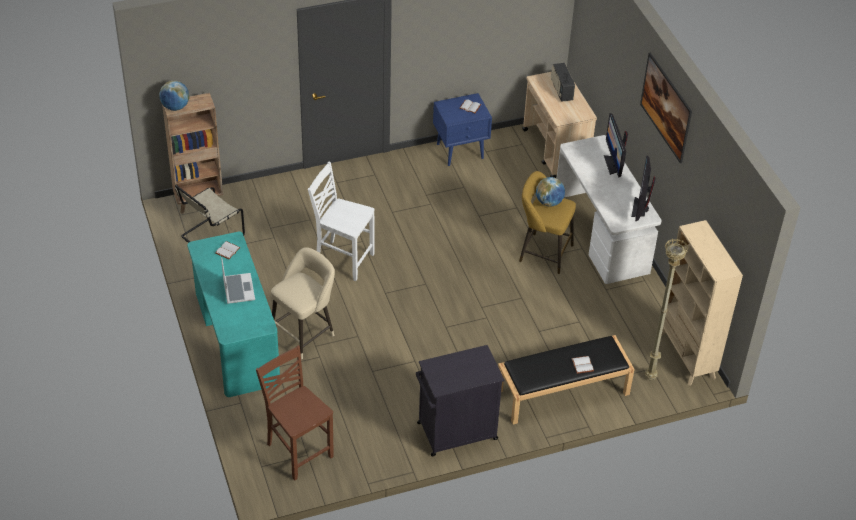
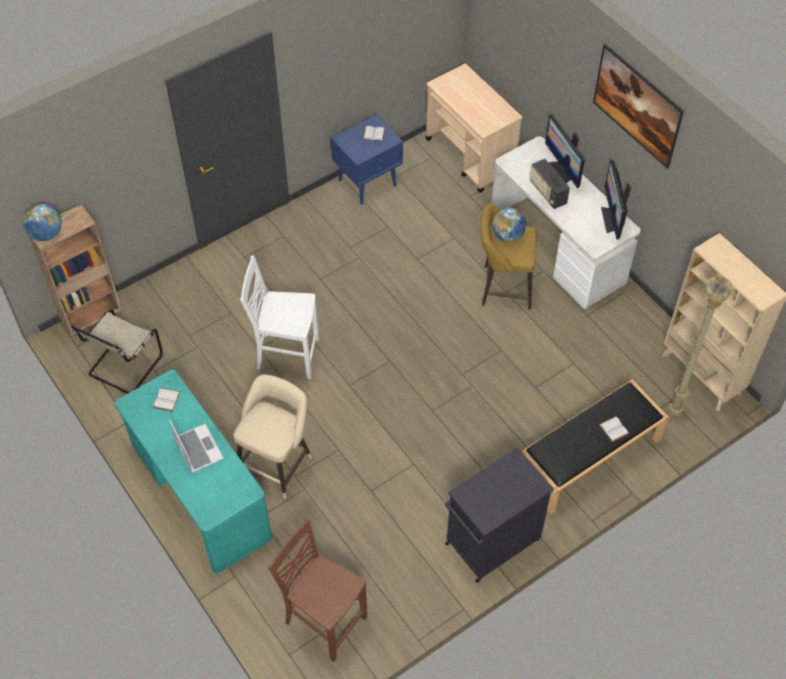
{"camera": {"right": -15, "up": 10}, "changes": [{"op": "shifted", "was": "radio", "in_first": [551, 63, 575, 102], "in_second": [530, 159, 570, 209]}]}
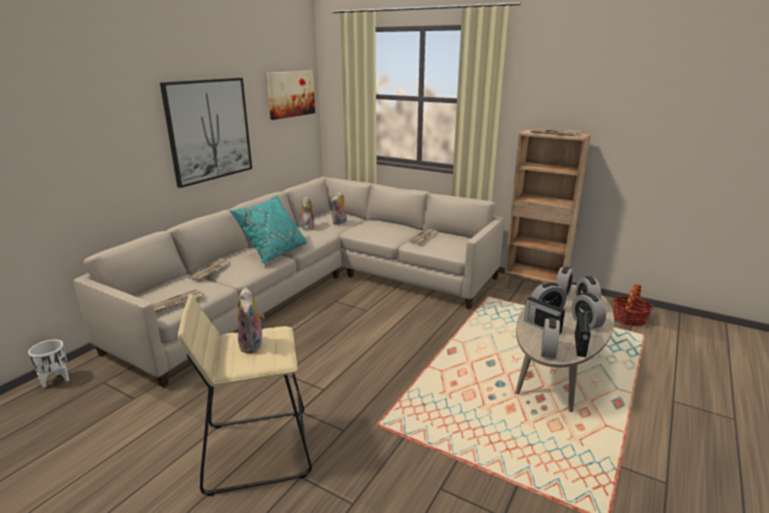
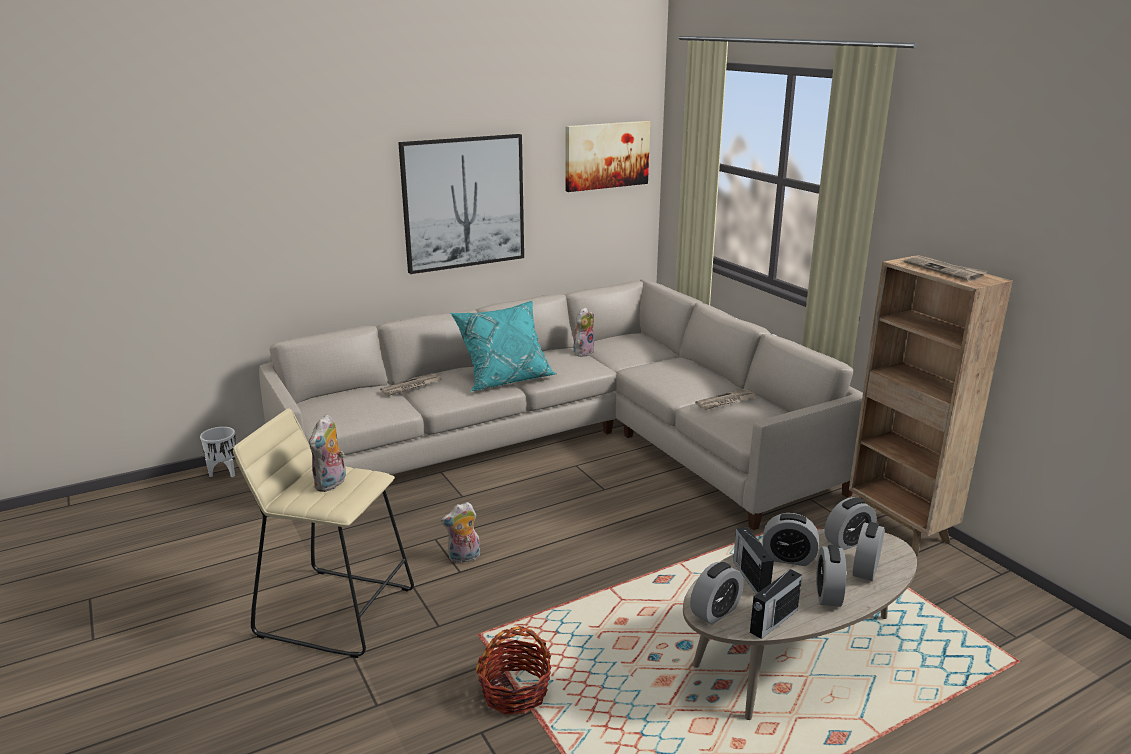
{"camera": {"right": 30, "up": 0}, "changes": [{"op": "shifted", "was": "peluche", "in_first": [331, 191, 347, 225], "in_second": [441, 502, 480, 564]}, {"op": "shifted", "was": "panier", "in_first": [613, 284, 653, 326], "in_second": [475, 626, 552, 715]}, {"op": "gone", "was": "journal", "in_first": [153, 289, 204, 313]}]}
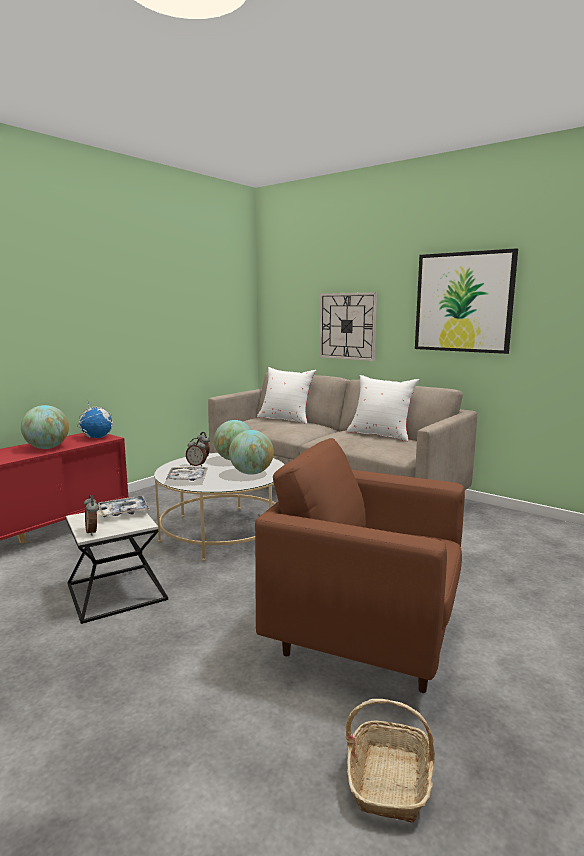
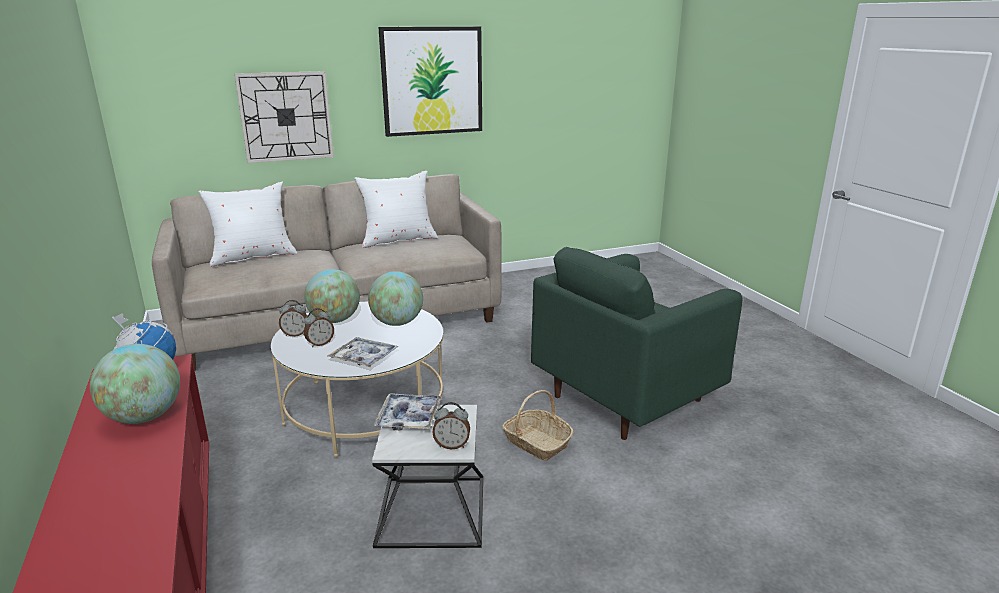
{"camera": {"right": -60, "up": 10}, "changes": [{"op": "repainted", "was": "fauteuil [marron]", "now": "fauteuil [vert]", "in_first": [255, 438, 465, 693], "in_second": [531, 247, 742, 440]}, {"op": "shifted", "was": "panier", "in_first": [346, 699, 435, 823], "in_second": [502, 390, 574, 461]}]}
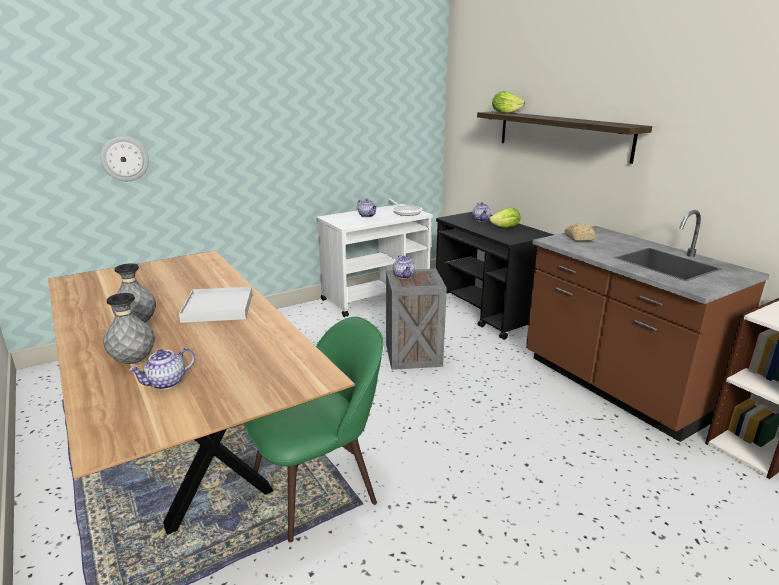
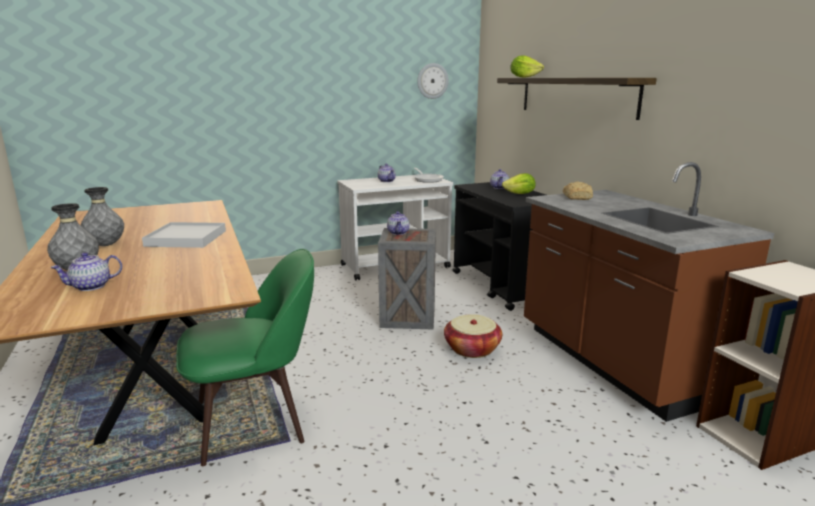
{"camera": {"right": 10, "up": -5}, "changes": [{"op": "shifted", "was": "horloge murale", "in_first": [100, 136, 149, 181], "in_second": [417, 63, 449, 99]}, {"op": "new", "now": "panier", "in_second": [444, 314, 502, 358]}]}
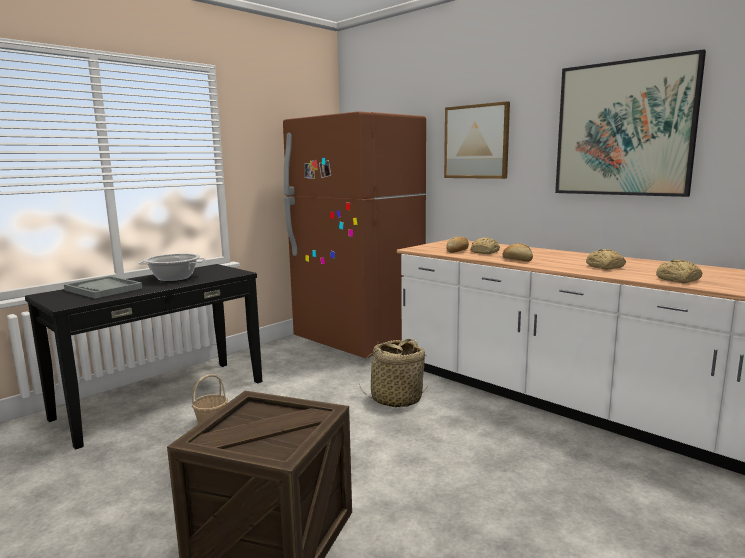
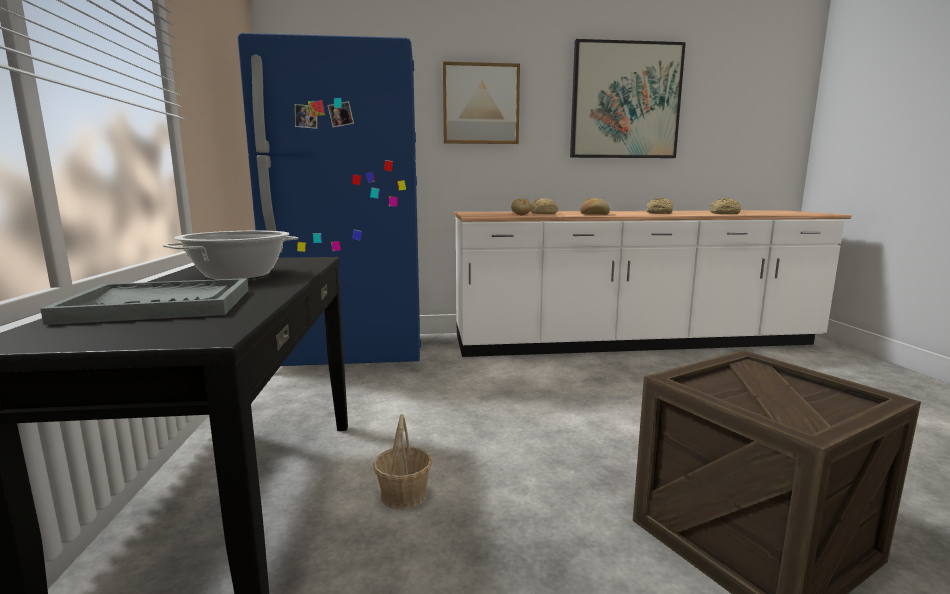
{"camera": {"right": -50, "up": 0}, "changes": [{"op": "repainted", "was": "réfrigérateur [marron]", "now": "réfrigérateur [bleu]", "in_first": [283, 111, 426, 359], "in_second": [238, 33, 421, 366]}, {"op": "gone", "was": "panier", "in_first": [358, 339, 429, 408]}]}
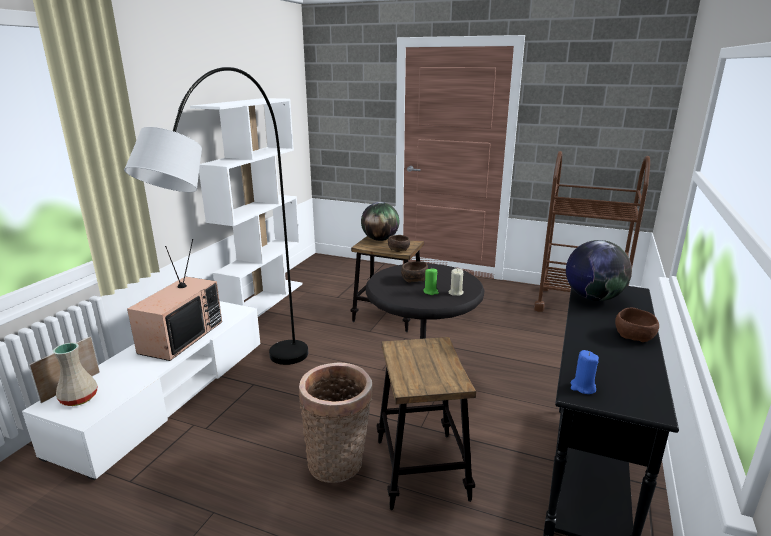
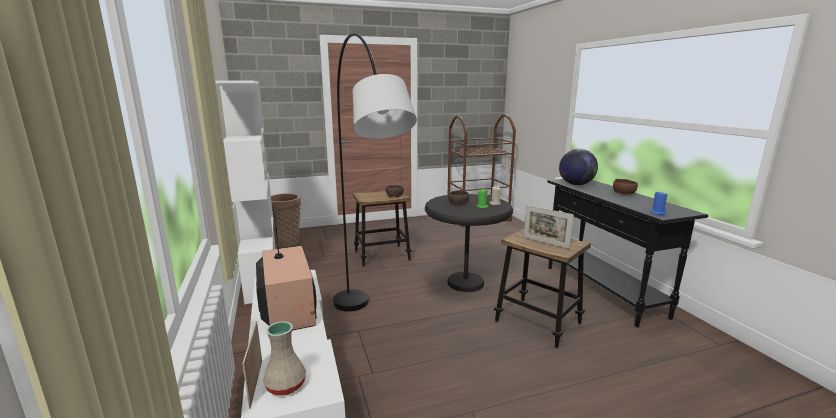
{"camera": {"right": -40, "up": -5}, "changes": [{"op": "gone", "was": "globe", "in_first": [361, 202, 399, 241]}, {"op": "shifted", "was": "panier", "in_first": [299, 362, 373, 483], "in_second": [271, 193, 301, 247]}, {"op": "new", "now": "cadre photo", "in_second": [523, 205, 574, 249]}]}
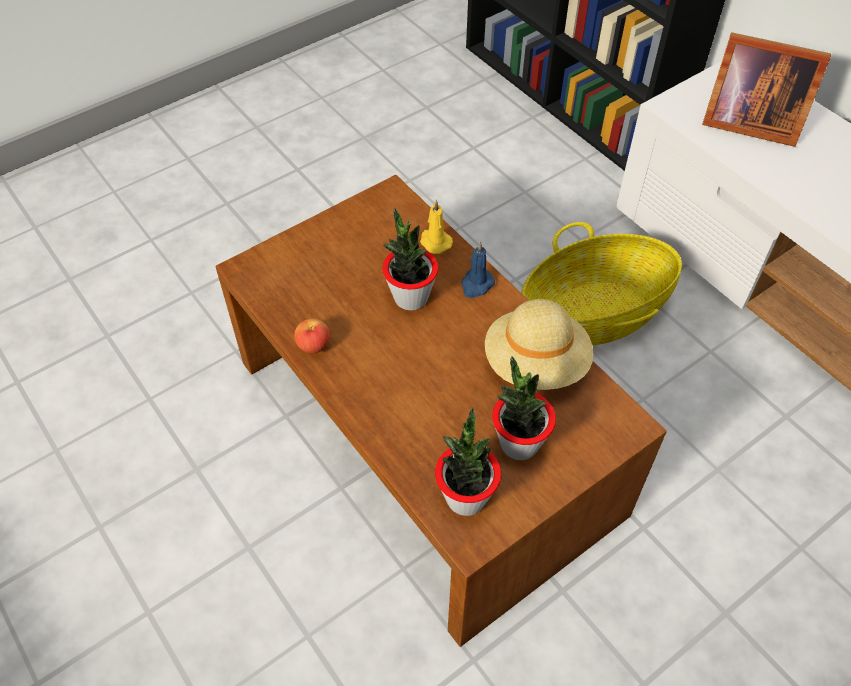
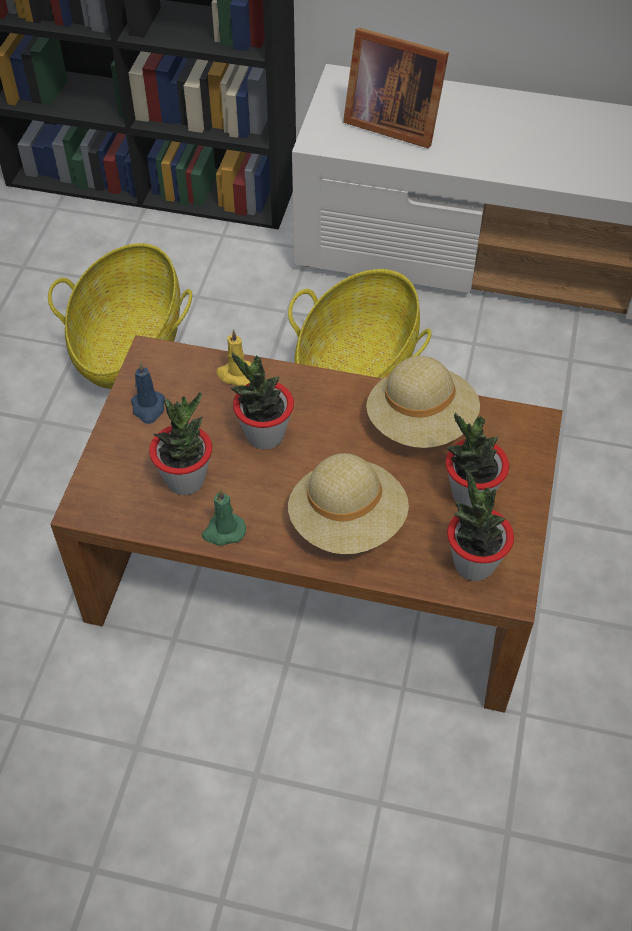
{"camera": {"right": -40, "up": 0}, "changes": [{"op": "rotated", "was": "cadre photo", "in_first": [702, 32, 831, 147], "in_second": [343, 27, 449, 148], "clockwise": 45}, {"op": "shifted", "was": "bougie [bleu]", "in_first": [461, 242, 495, 298], "in_second": [131, 362, 165, 424]}, {"op": "swapped", "was": "pomme", "now": "bougie [vert]", "in_first": [294, 319, 330, 353], "in_second": [202, 489, 246, 545]}, {"op": "new", "now": "panier", "in_second": [48, 243, 192, 389]}, {"op": "new", "now": "plante en pot", "in_second": [149, 392, 212, 495]}, {"op": "new", "now": "chapeau [beige]", "in_second": [288, 453, 409, 554]}]}
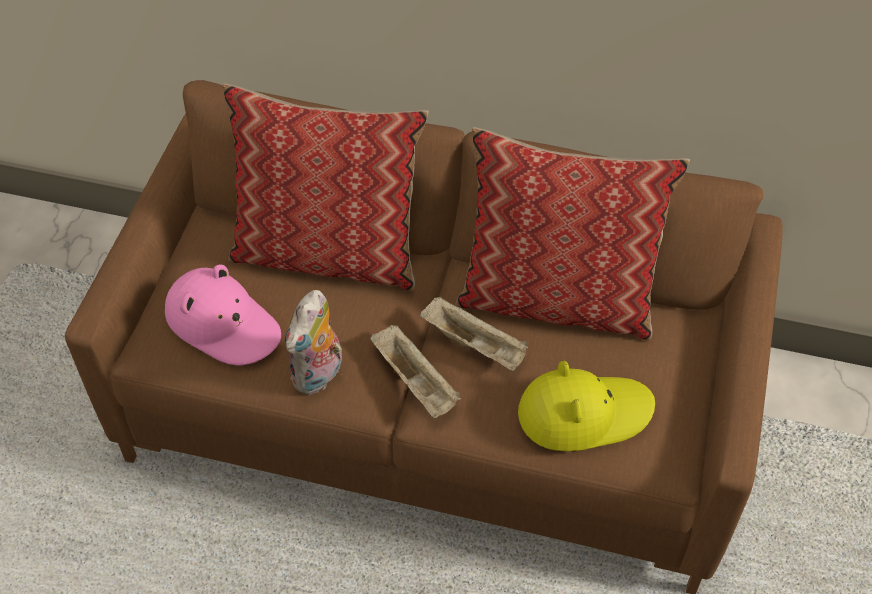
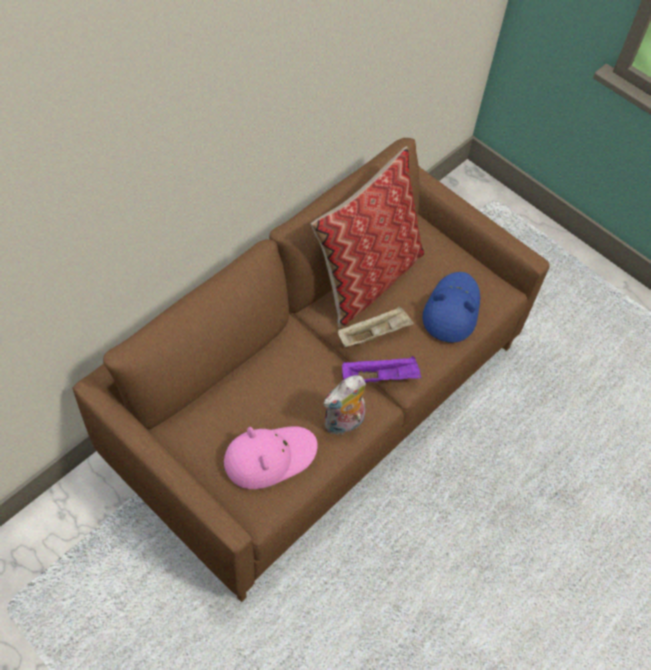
{"camera": {"right": -65, "up": 5}, "changes": [{"op": "gone", "was": "coussin", "in_first": [222, 83, 429, 291]}, {"op": "rotated", "was": "peluche", "in_first": [285, 290, 342, 395], "in_second": [323, 375, 367, 435], "clockwise": 90}, {"op": "repainted", "was": "plateau [beige]", "now": "plateau [violet]", "in_first": [370, 325, 461, 418], "in_second": [342, 356, 421, 383]}, {"op": "repainted", "was": "chapeau [jaune]", "now": "chapeau [bleu]", "in_first": [518, 361, 655, 451], "in_second": [423, 272, 480, 343]}]}
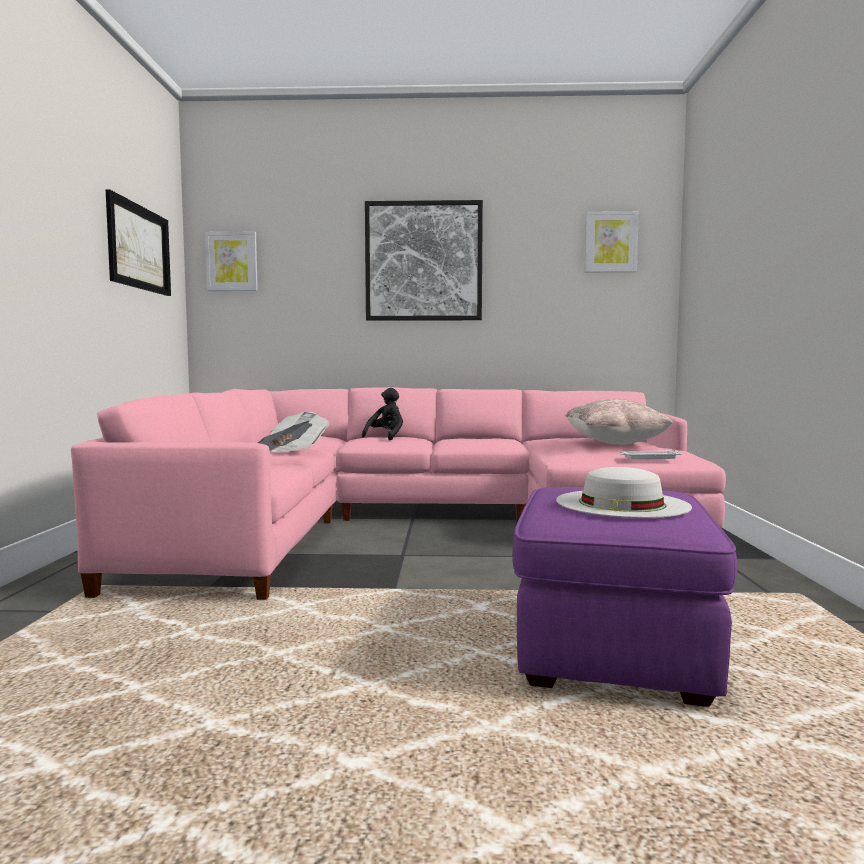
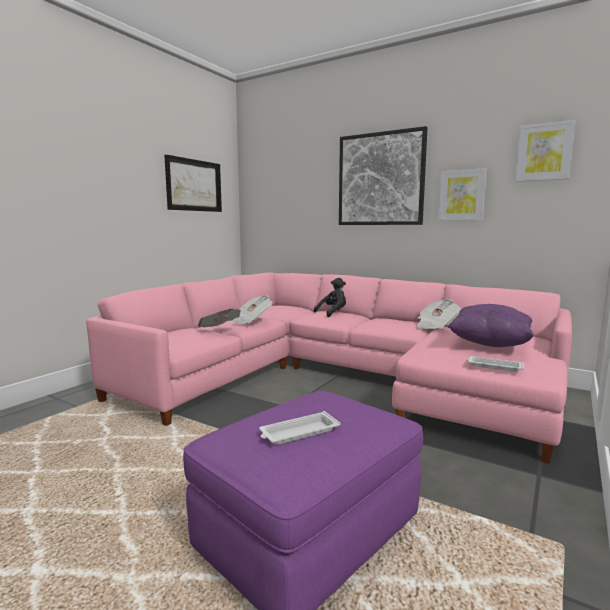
{"camera": {"right": 30, "up": 5}, "changes": [{"op": "shifted", "was": "tableau", "in_first": [205, 232, 258, 291], "in_second": [438, 168, 487, 221]}, {"op": "repainted", "was": "coussin [beige]", "now": "coussin [violet]", "in_first": [565, 399, 673, 445], "in_second": [447, 304, 534, 347]}, {"op": "swapped", "was": "chapeau [blanc]", "now": "plateau [blanc]", "in_first": [556, 467, 692, 518], "in_second": [259, 411, 340, 445]}, {"op": "new", "now": "journal", "in_second": [417, 299, 461, 329]}]}
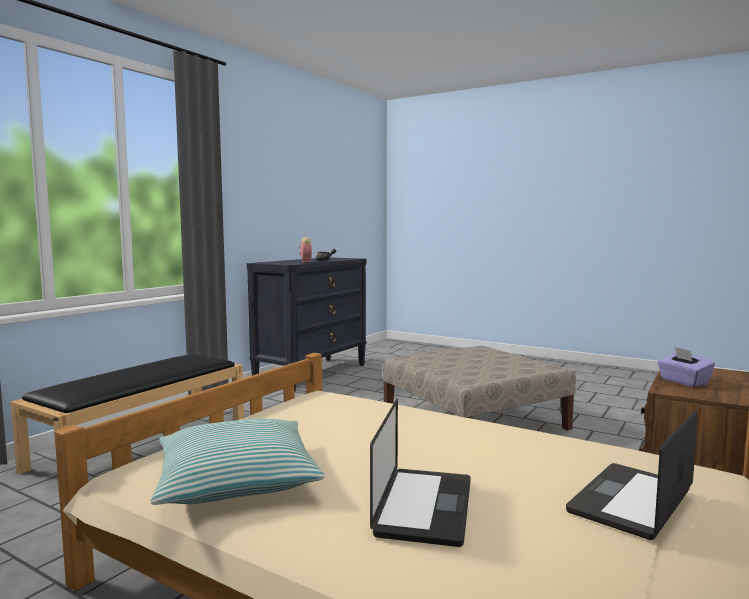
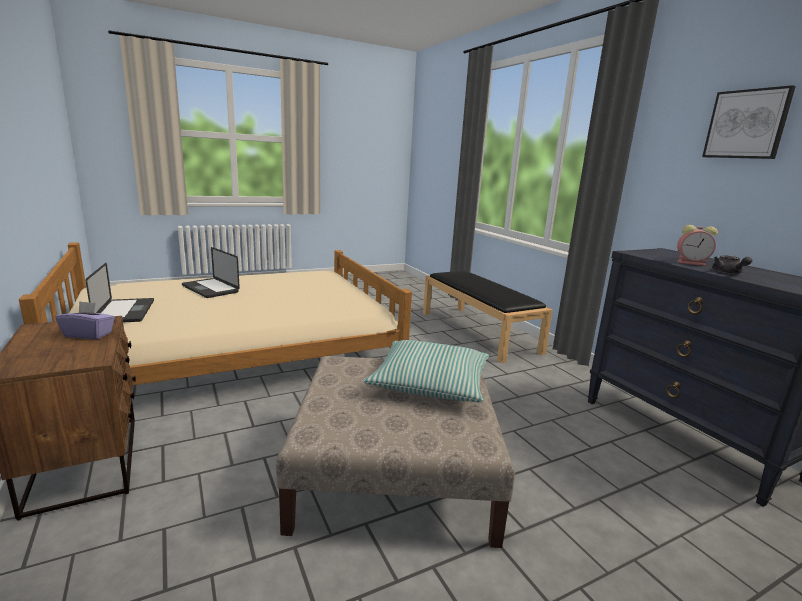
{"camera": {"right": 120, "up": 10}, "changes": [{"op": "shifted", "was": "coussin", "in_first": [151, 419, 325, 505], "in_second": [364, 340, 489, 402]}, {"op": "new", "now": "tableau", "in_second": [702, 85, 796, 159]}]}
